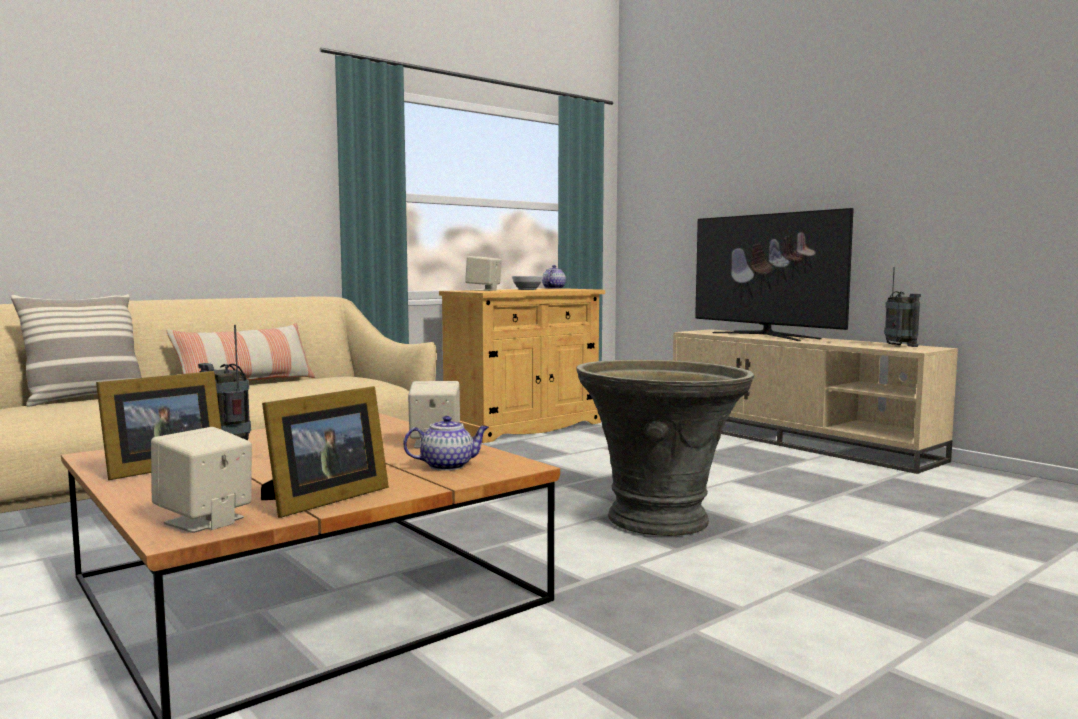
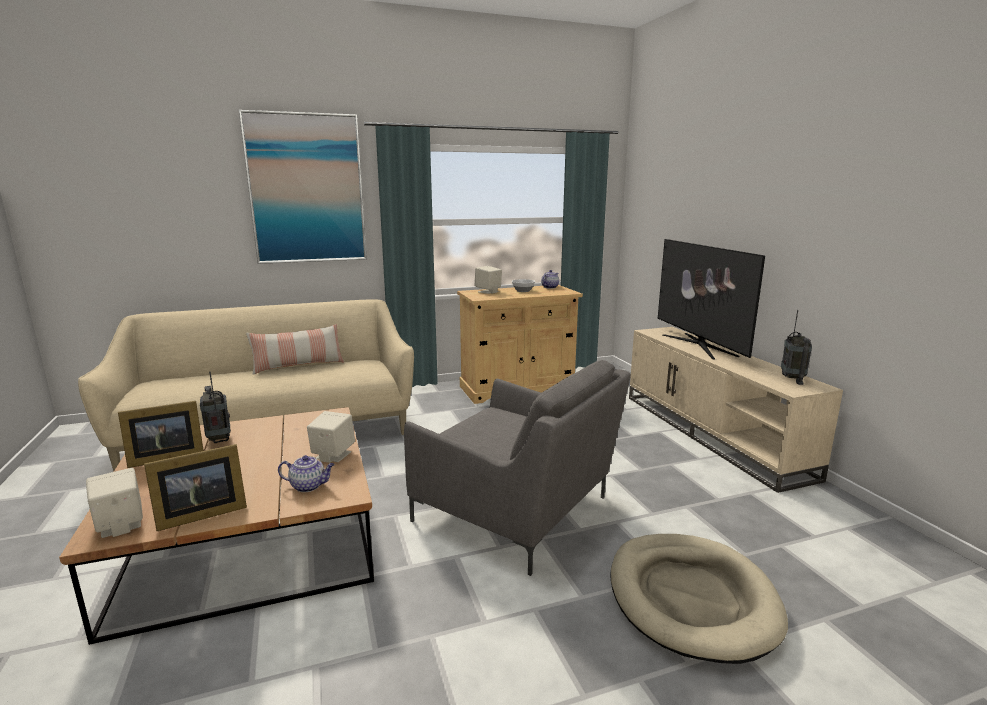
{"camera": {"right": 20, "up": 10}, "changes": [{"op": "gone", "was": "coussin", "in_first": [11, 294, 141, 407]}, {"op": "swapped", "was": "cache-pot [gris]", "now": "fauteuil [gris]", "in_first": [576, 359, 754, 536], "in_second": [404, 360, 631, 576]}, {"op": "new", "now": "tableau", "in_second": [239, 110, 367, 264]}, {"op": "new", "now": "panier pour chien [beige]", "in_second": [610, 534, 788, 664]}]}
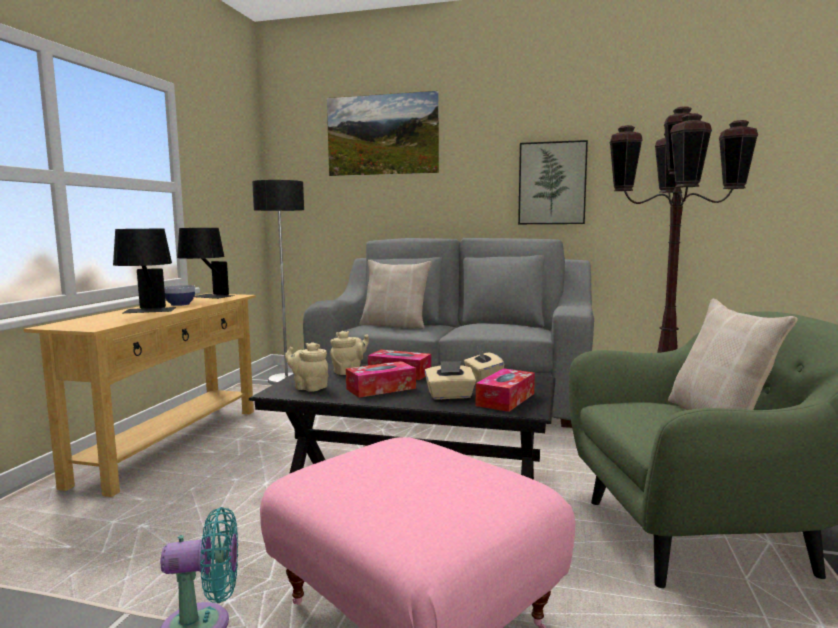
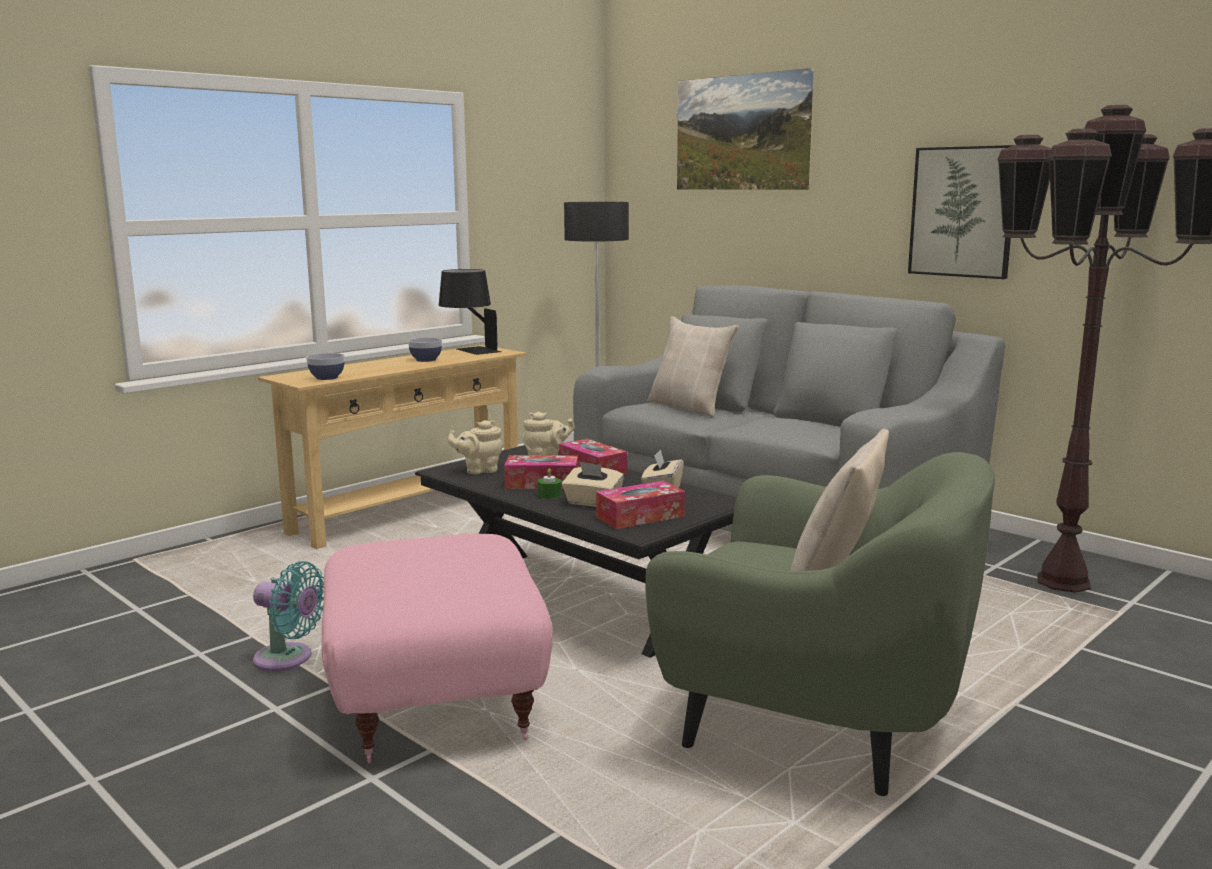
{"camera": {"right": 30, "up": 5}, "changes": [{"op": "gone", "was": "lampe de table [noir]", "in_first": [113, 229, 176, 313]}, {"op": "rotated", "was": "théière [beige]", "in_first": [285, 342, 328, 392], "in_second": [448, 420, 503, 474], "clockwise": -75}, {"op": "new", "now": "bol", "in_second": [306, 353, 345, 380]}, {"op": "new", "now": "bougie [vert]", "in_second": [538, 468, 561, 499]}]}
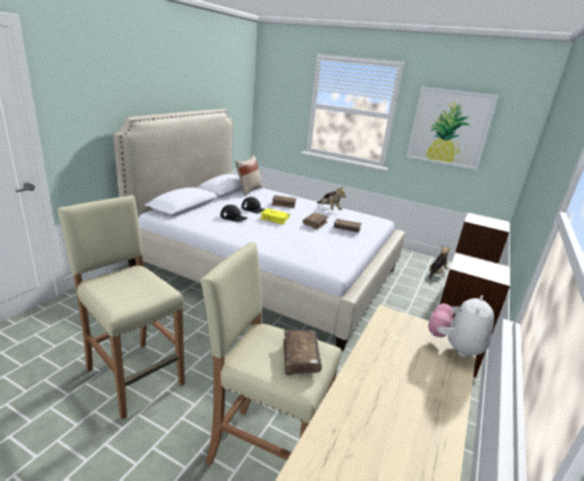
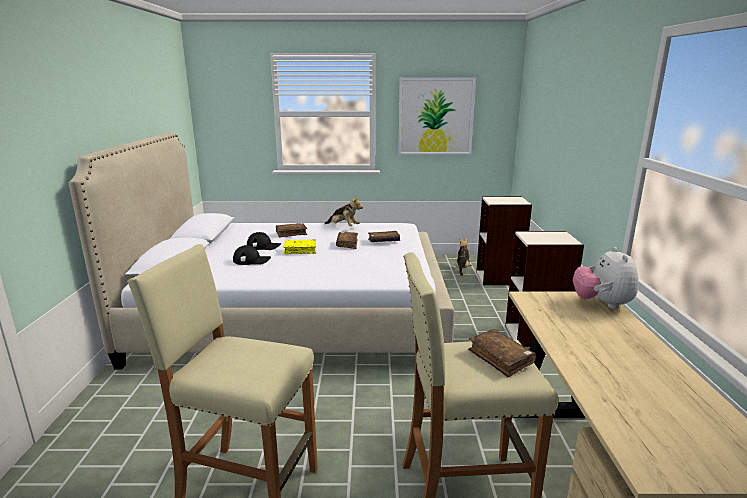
{"camera": {"right": -25, "up": -5}, "changes": [{"op": "gone", "was": "coussin [beige]", "in_first": [235, 155, 262, 196]}]}
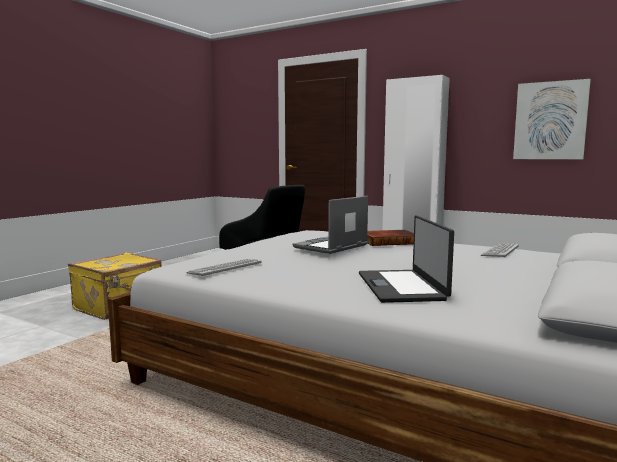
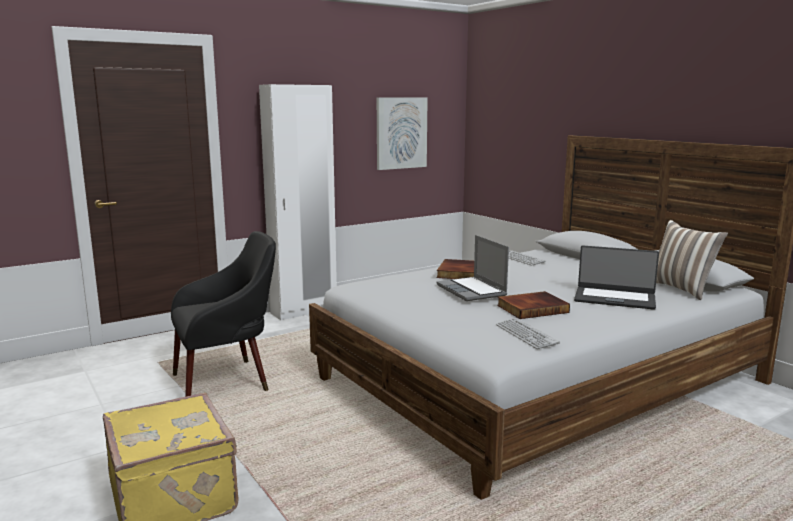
{"camera": {"right": -65, "up": 5}, "changes": [{"op": "new", "now": "coussin", "in_second": [656, 220, 728, 300]}, {"op": "new", "now": "livre", "in_second": [497, 291, 570, 319]}]}
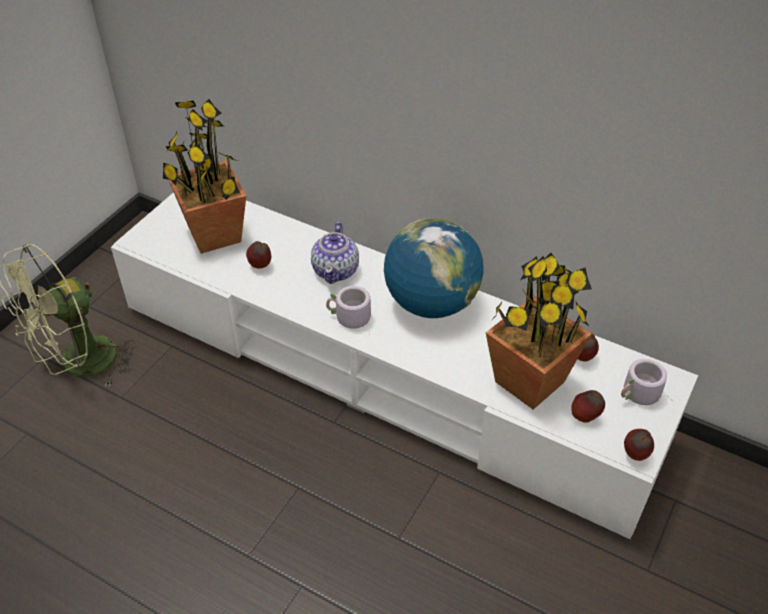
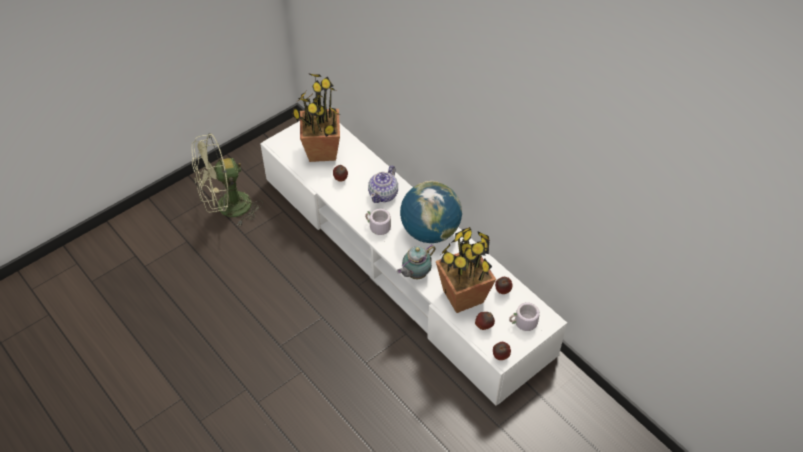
{"camera": {"right": 20, "up": 5}, "changes": [{"op": "new", "now": "théière", "in_second": [397, 244, 436, 279]}]}
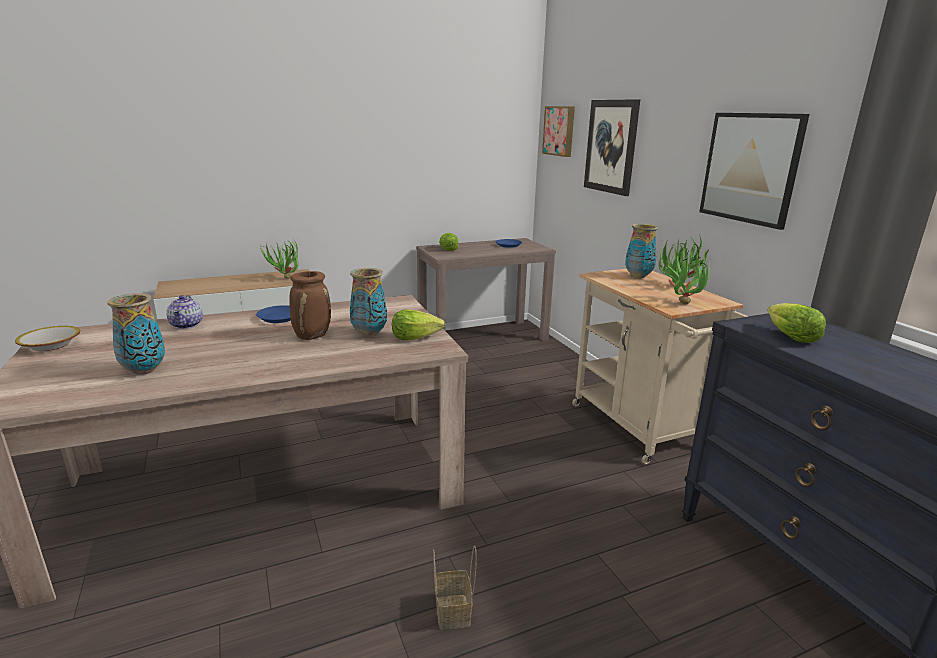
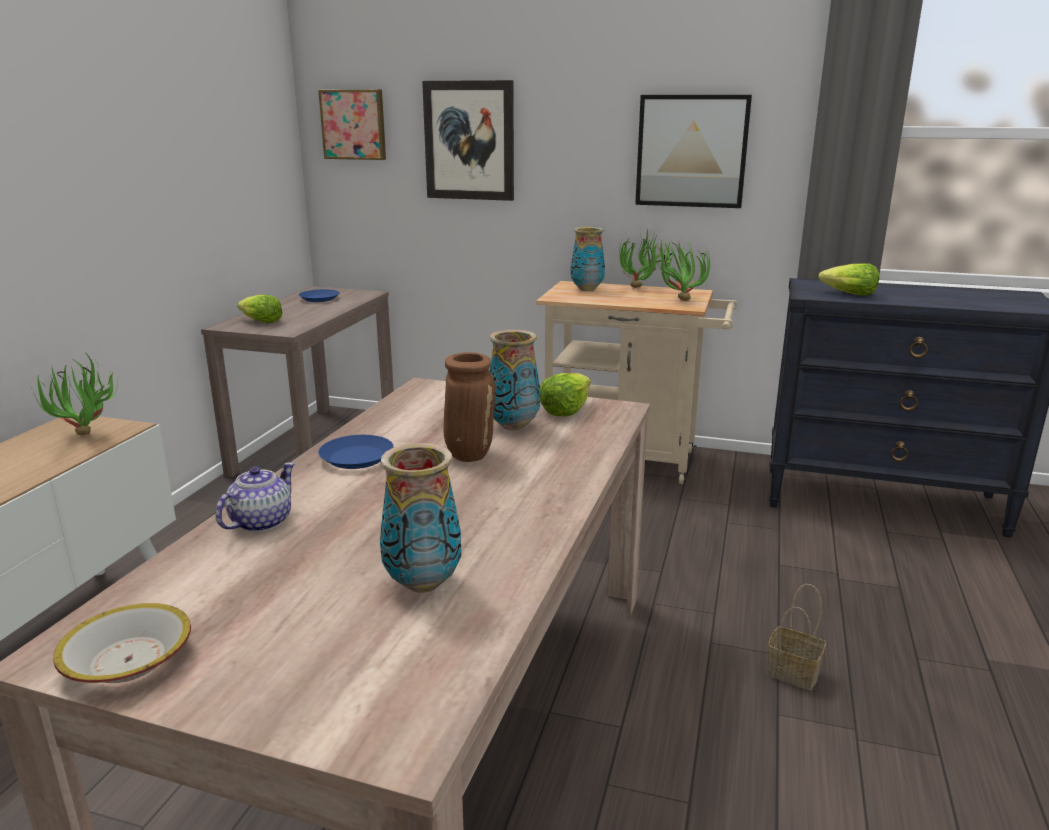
{"camera": {"right": -50, "up": 0}, "changes": [{"op": "rotated", "was": "théière", "in_first": [166, 295, 203, 329], "in_second": [216, 462, 295, 532], "clockwise": -90}]}
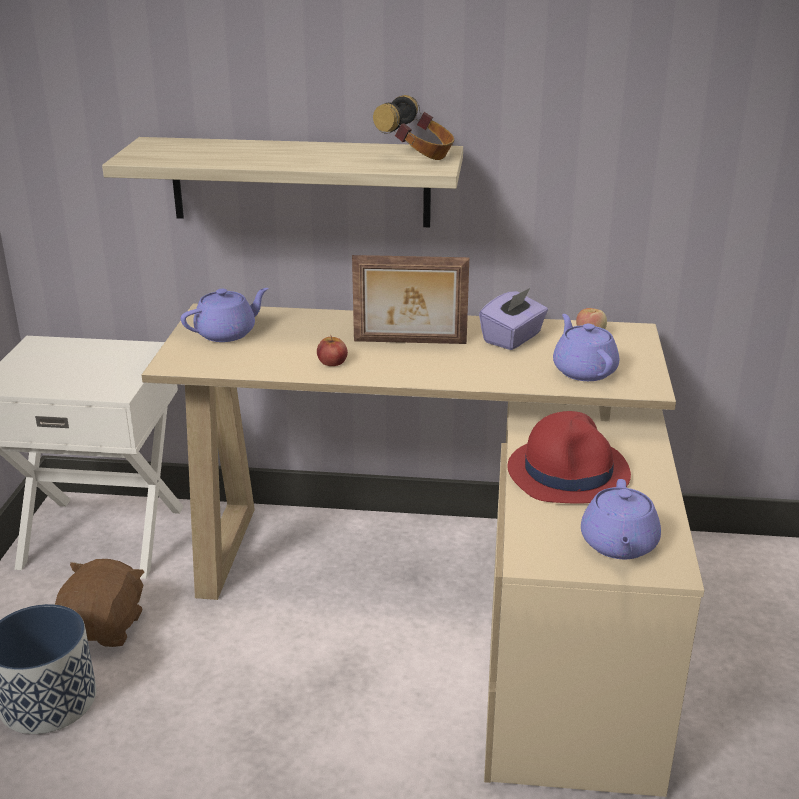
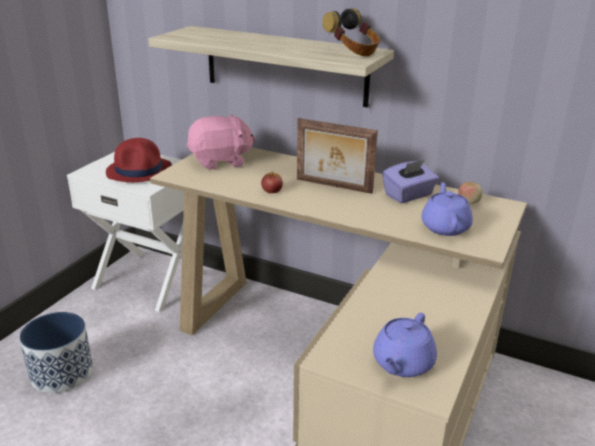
{"camera": {"right": 20, "up": 0}, "changes": [{"op": "swapped", "was": "théière [violet]", "now": "peluche [rose]", "in_first": [181, 288, 269, 342], "in_second": [187, 115, 256, 170]}, {"op": "shifted", "was": "chapeau [rouge]", "in_first": [507, 411, 631, 504], "in_second": [106, 138, 172, 182]}, {"op": "gone", "was": "peluche [marron]", "in_first": [55, 559, 144, 647]}]}
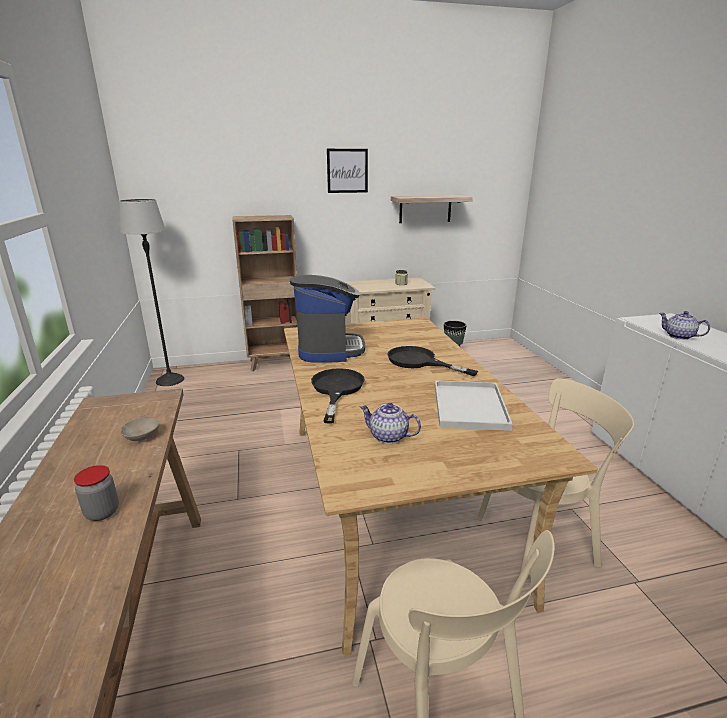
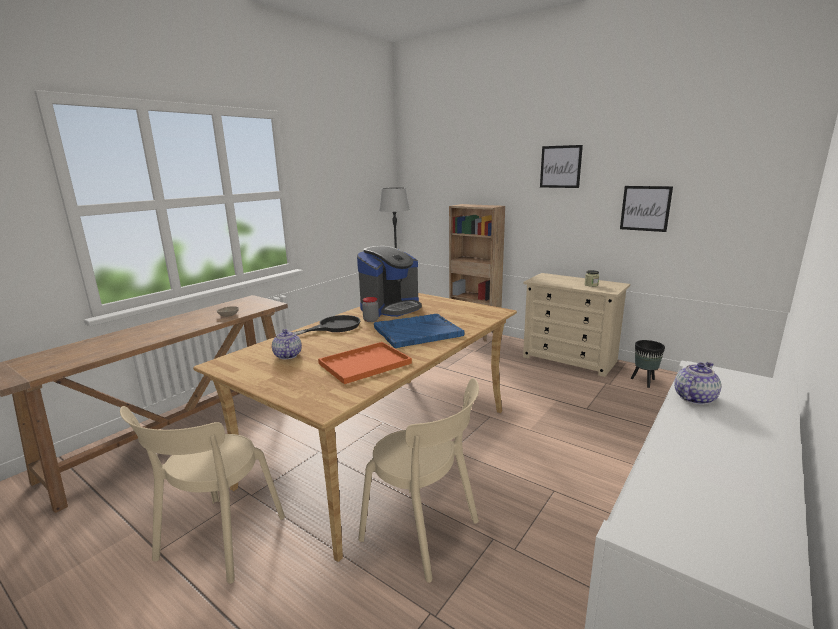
{"camera": {"right": 50, "up": -5}, "changes": [{"op": "swapped", "was": "étagère", "now": "tableau", "in_first": [391, 195, 473, 223], "in_second": [620, 186, 673, 232]}, {"op": "rotated", "was": "théière", "in_first": [659, 311, 710, 340], "in_second": [674, 362, 721, 405], "clockwise": 45}, {"op": "swapped", "was": "poêle [noir]", "now": "plateau [bleu]", "in_first": [387, 346, 478, 376], "in_second": [374, 314, 464, 348]}, {"op": "repainted", "was": "plateau [blanc]", "now": "plateau [orange]", "in_first": [435, 380, 513, 431], "in_second": [318, 342, 412, 384]}, {"op": "shifted", "was": "bocal", "in_first": [74, 465, 119, 521], "in_second": [362, 297, 379, 322]}]}
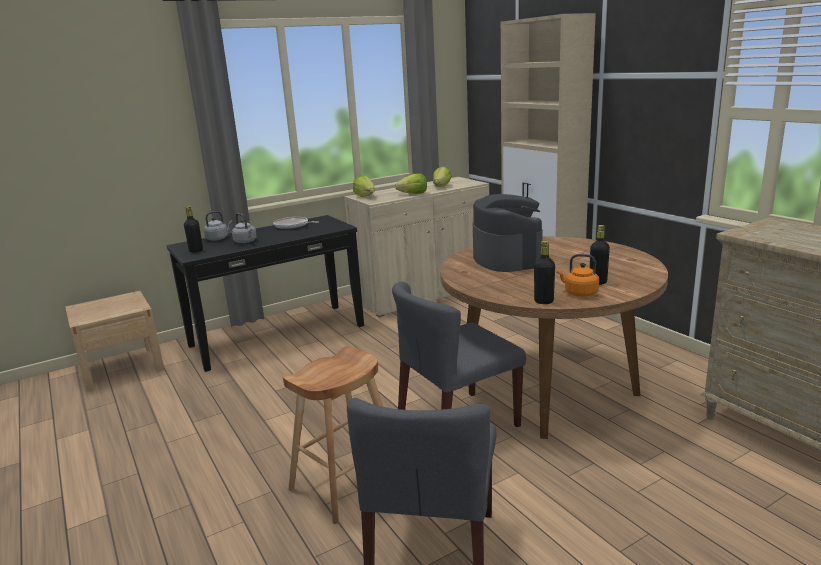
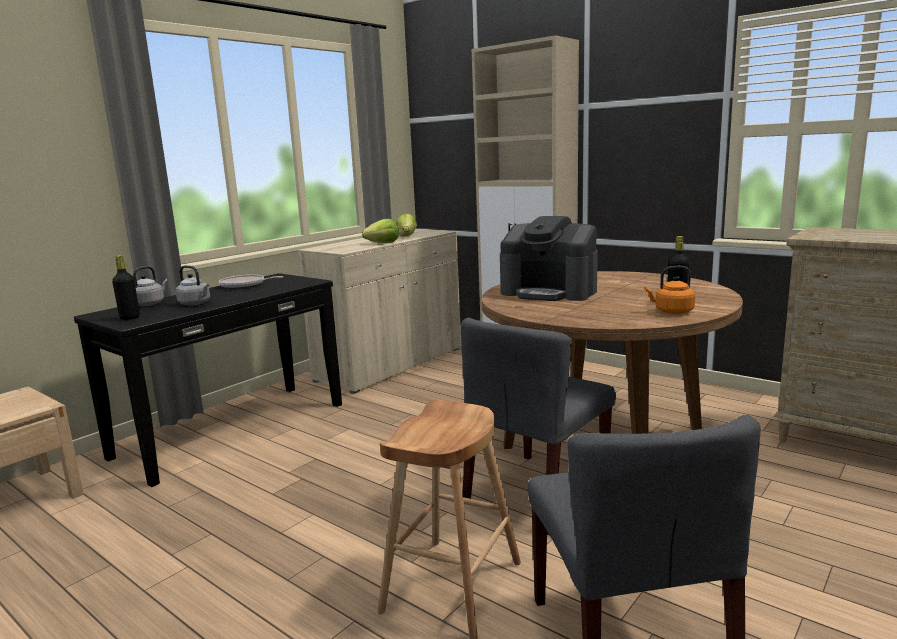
{"camera": {"right": -20, "up": -5}, "changes": [{"op": "gone", "was": "laitue", "in_first": [353, 176, 375, 197]}, {"op": "rotated", "was": "machine à café", "in_first": [473, 194, 543, 272], "in_second": [500, 216, 598, 301], "clockwise": 150}, {"op": "gone", "was": "bouteille [noir]", "in_first": [534, 241, 555, 304]}]}
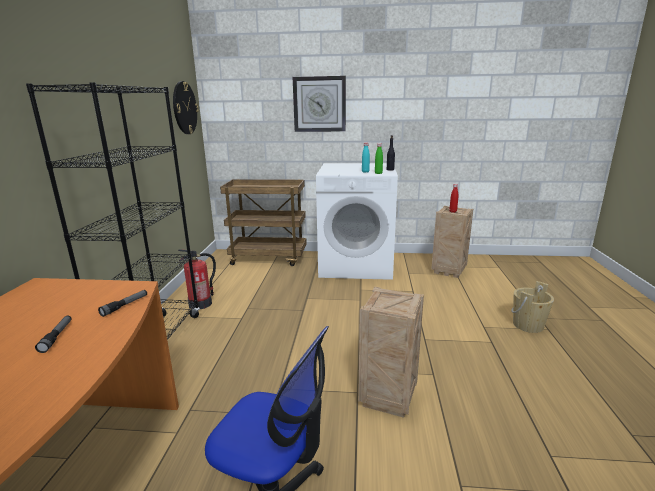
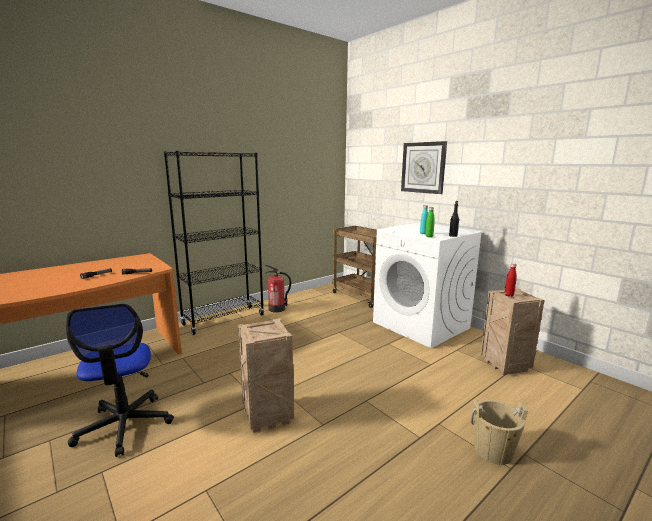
{"camera": {"right": 45, "up": -5}, "changes": [{"op": "gone", "was": "horloge murale", "in_first": [173, 81, 199, 134]}]}
